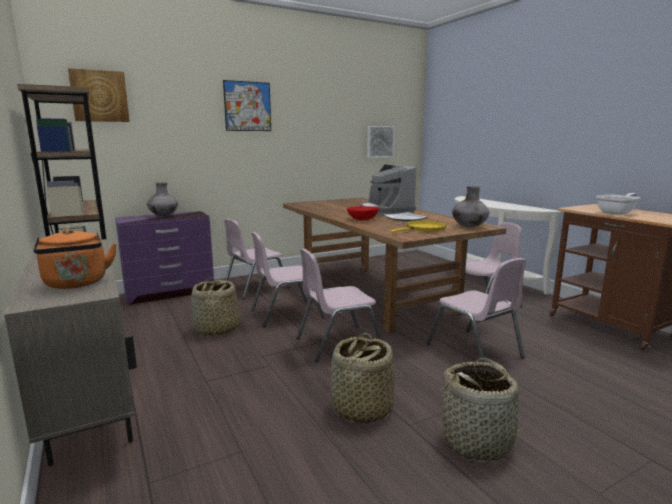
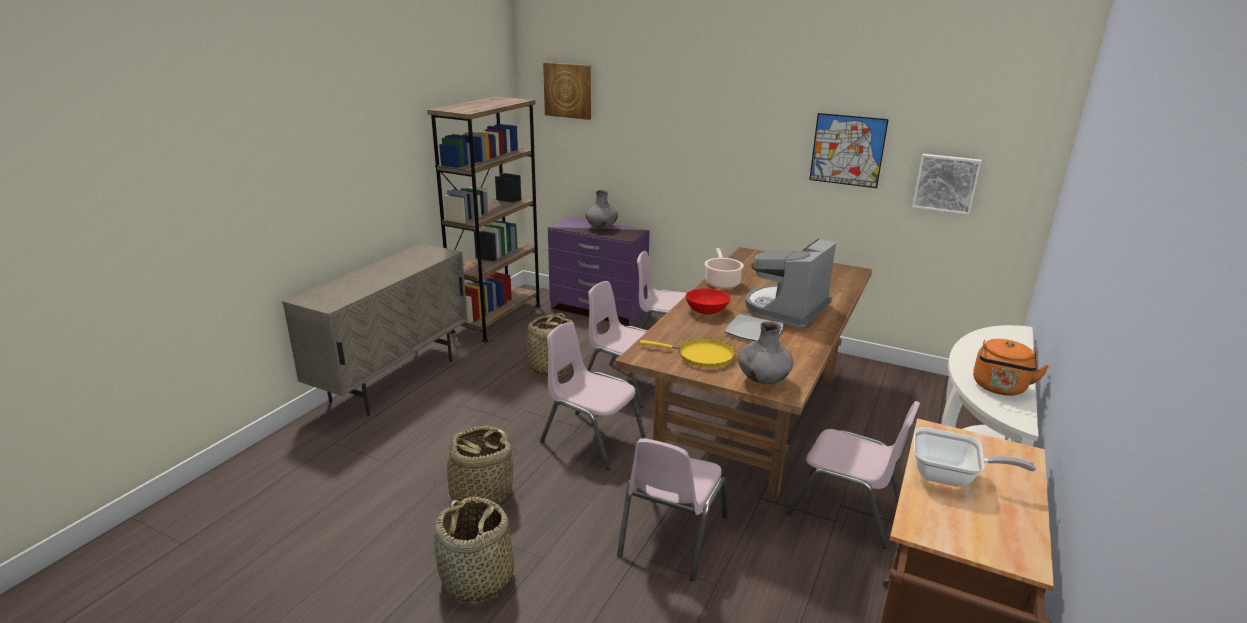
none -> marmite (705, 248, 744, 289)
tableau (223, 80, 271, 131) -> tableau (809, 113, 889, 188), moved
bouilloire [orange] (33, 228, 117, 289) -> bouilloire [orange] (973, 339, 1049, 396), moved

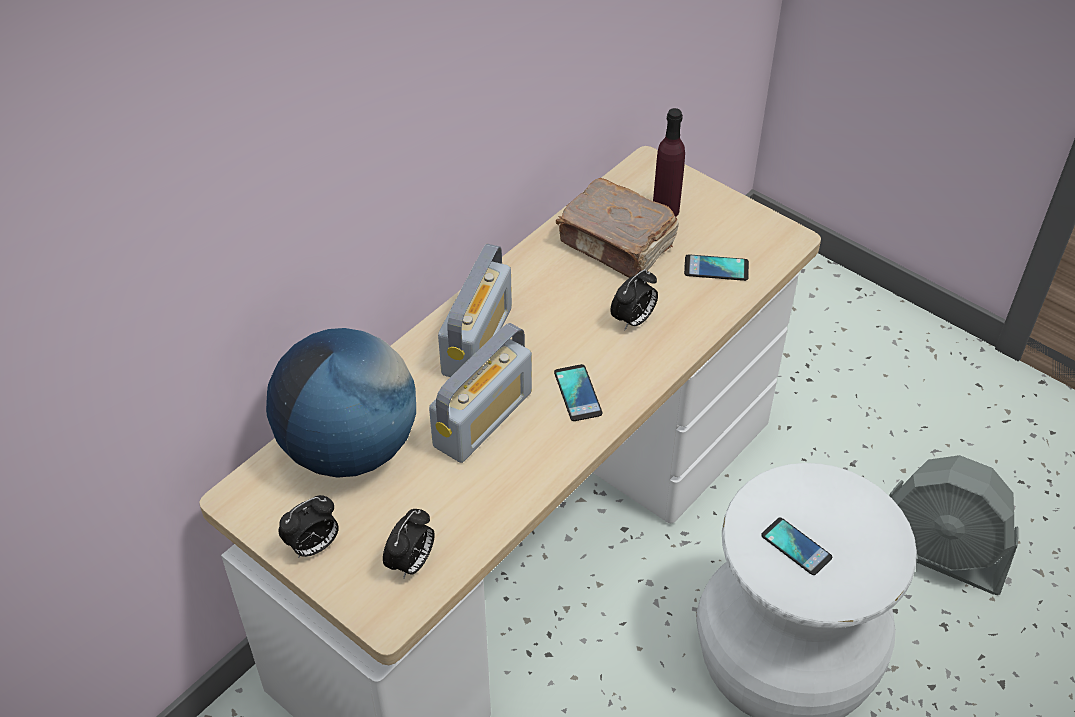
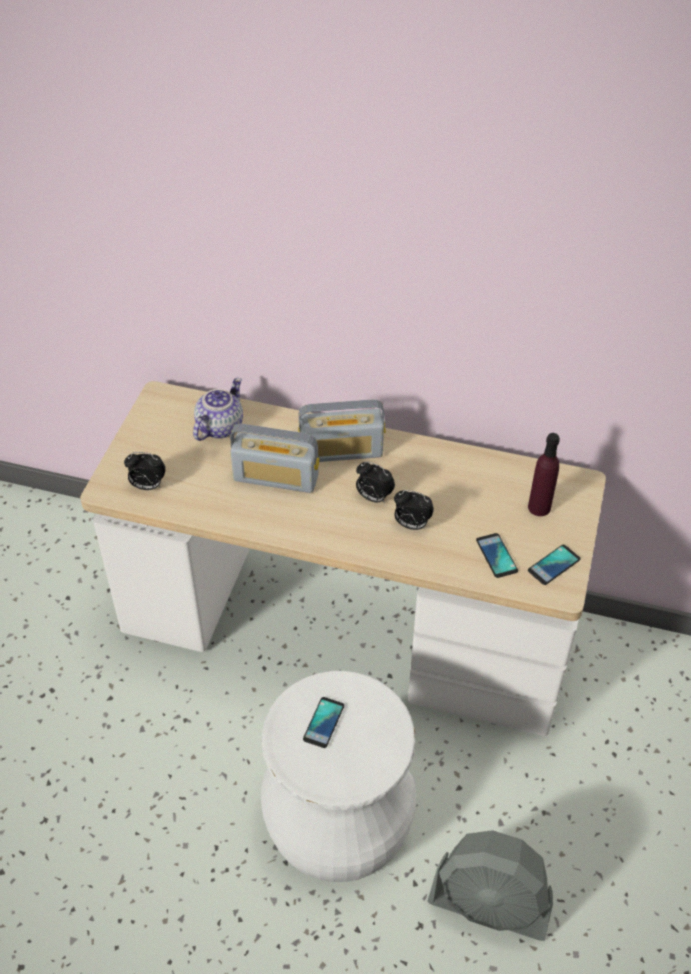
globe (266, 328, 416, 478) -> théière (193, 378, 243, 441)
réveil (279, 495, 339, 558) -> réveil (356, 461, 395, 503), moved
ventilateur [gris] (889, 455, 1019, 595) -> ventilateur [gris] (427, 830, 553, 941), 75 degrees counterclockwise
téléphone (554, 364, 603, 421) -> téléphone (528, 545, 580, 585), moved
livre [marron] (556, 178, 679, 278) -> none

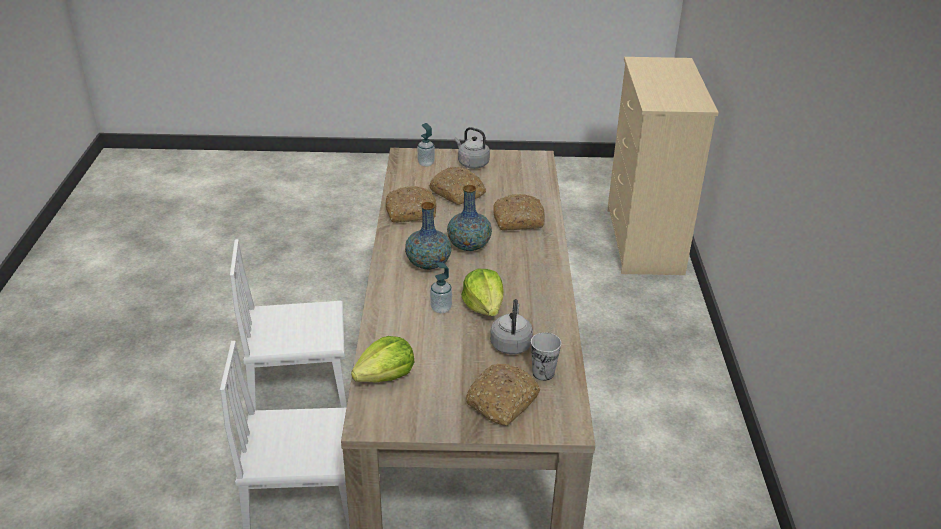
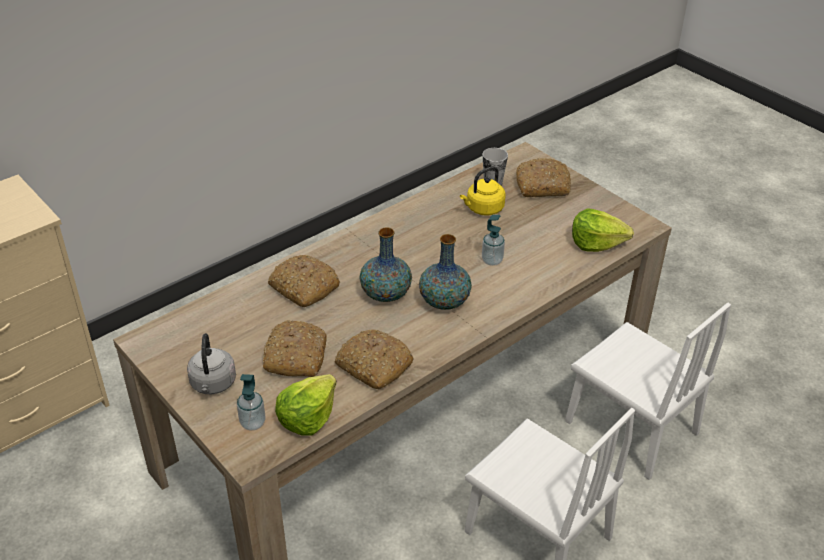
laitue (461, 269, 504, 316) -> laitue (275, 374, 337, 436), moved
bouilloire [gris] (490, 299, 533, 354) -> bouilloire [jaune] (460, 166, 506, 216)

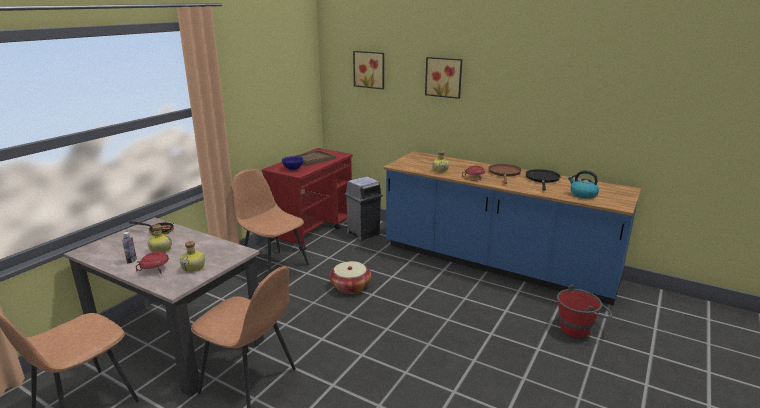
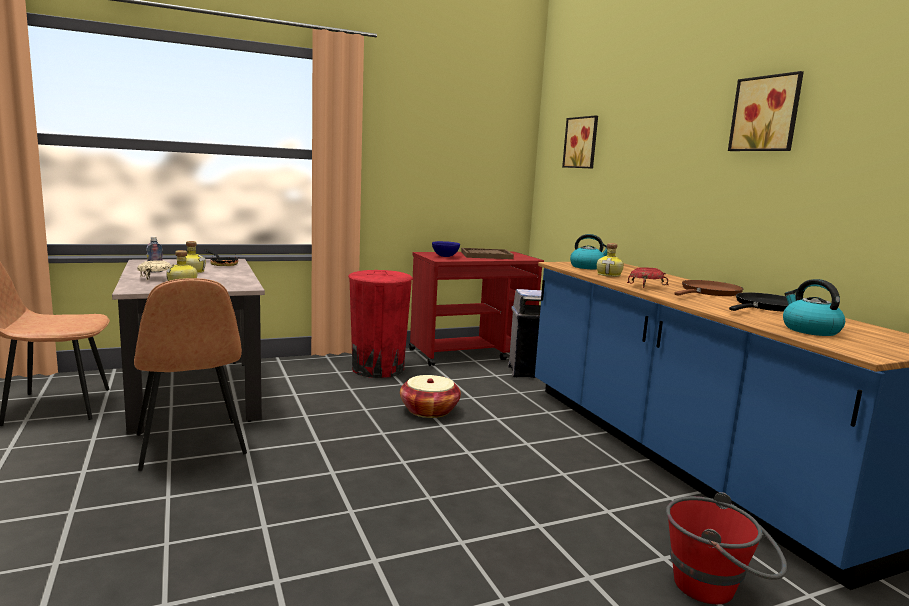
bol [rouge] (136, 252, 169, 275) -> bol [beige] (137, 260, 174, 280)
chaise [marron] (233, 168, 309, 275) -> poubelle [rouge] (348, 270, 413, 378)
none -> bouilloire (570, 234, 608, 269)
tableau (425, 57, 462, 99) -> tableau (728, 71, 804, 151), moved

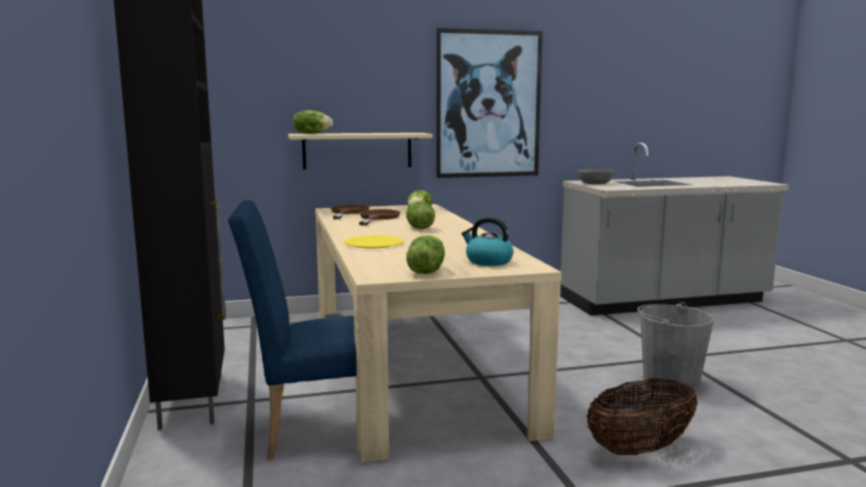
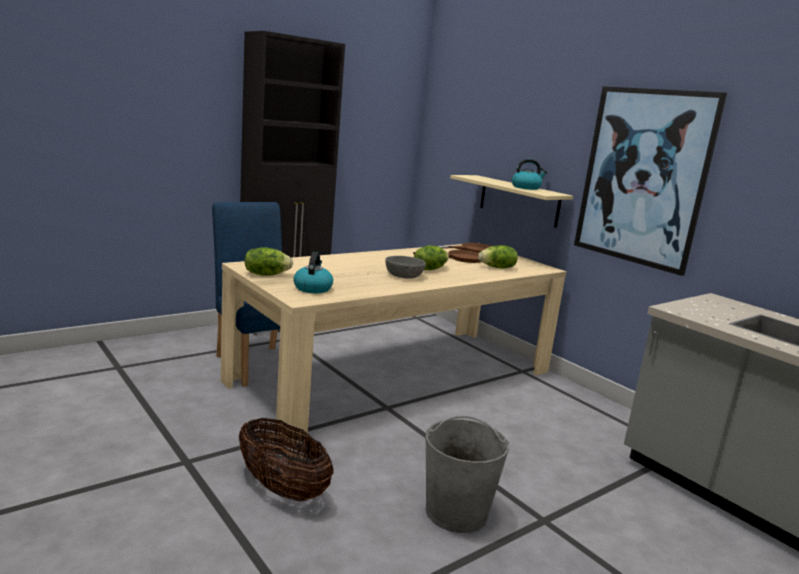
bol [gris] (579, 169, 614, 184) -> bol [gris] (385, 256, 426, 279), moved
none -> bouilloire (512, 159, 547, 190)
laitue (293, 110, 333, 134) -> none
assiette [jaune] (344, 235, 404, 249) -> none

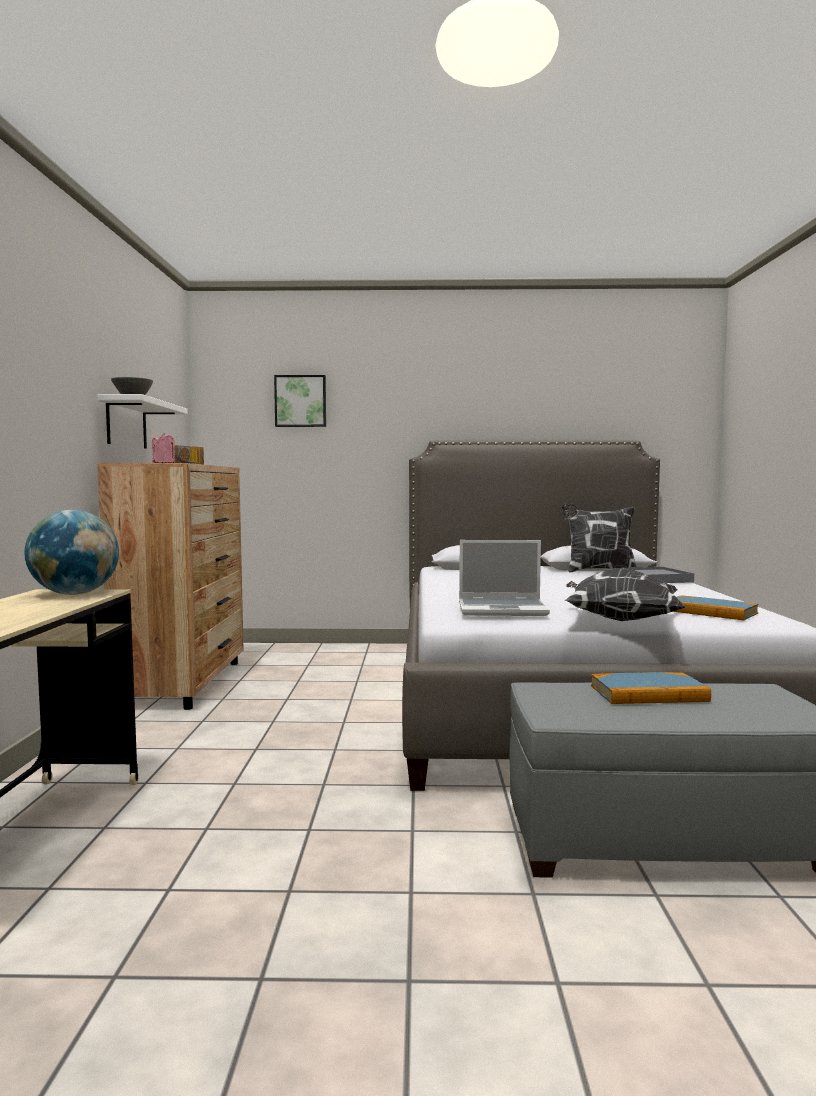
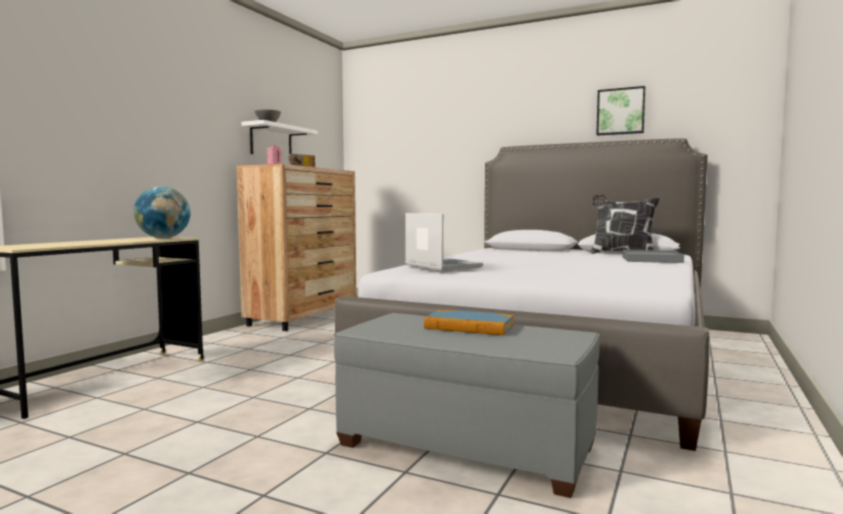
ordinateur portable (459, 540, 550, 616) -> ordinateur portable (405, 213, 483, 271), 150 degrees counterclockwise
tableau (274, 375, 326, 427) -> tableau (596, 86, 646, 136), moved
coussin (565, 568, 687, 621) -> none
livre (673, 595, 759, 621) -> none

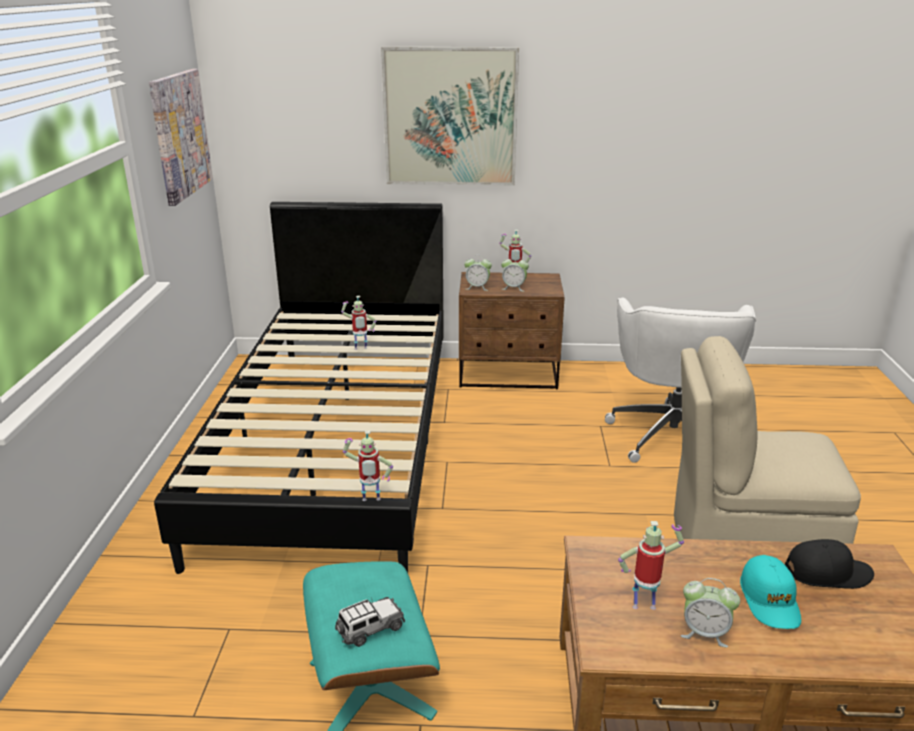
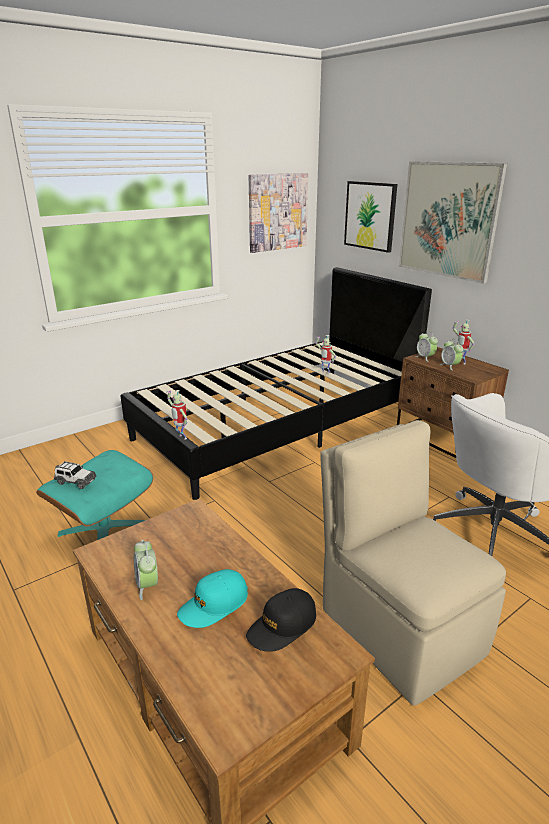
casquette [noir] (785, 539, 874, 589) -> casquette [noir] (246, 588, 316, 652), 90 degrees clockwise
none -> tableau (344, 181, 397, 253)
robot jouet (618, 521, 684, 610) -> none

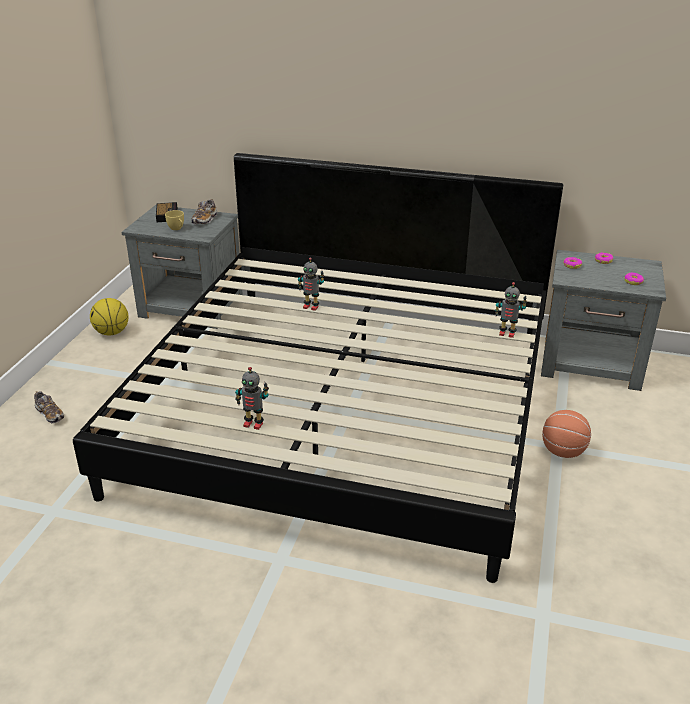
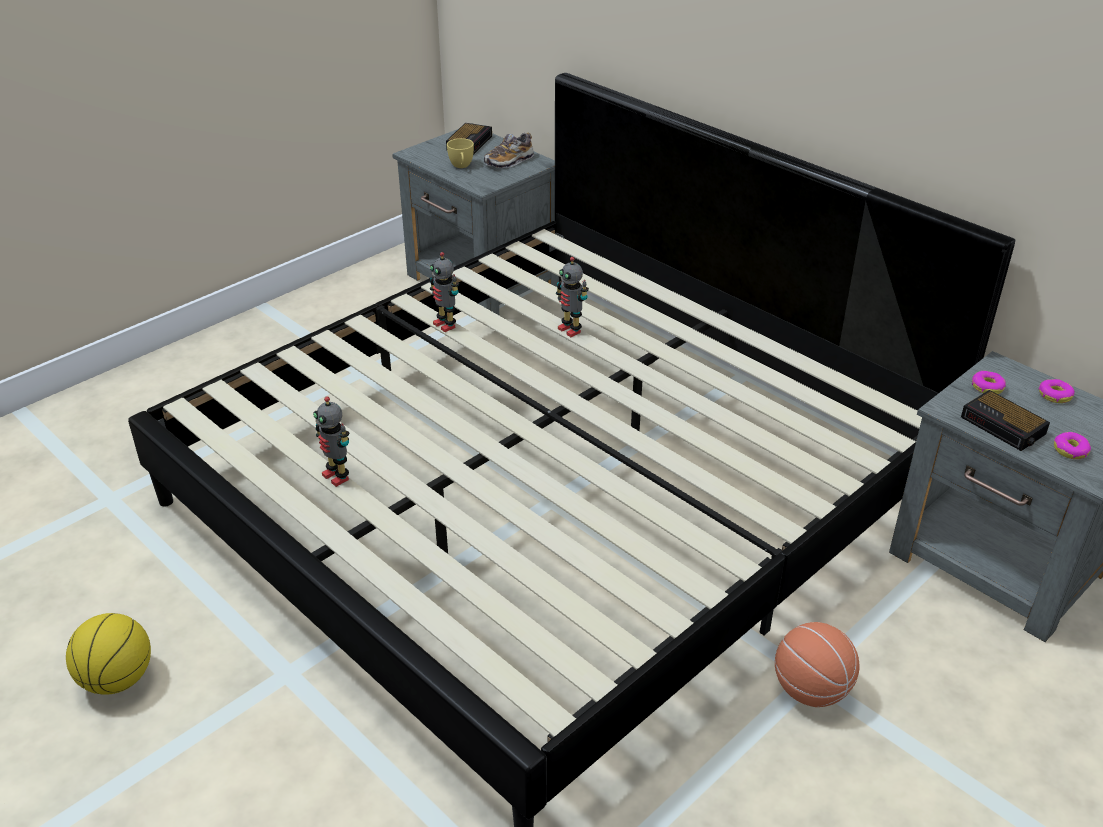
ballon de basket (90, 298, 129, 335) -> ballon de basket (66, 613, 151, 695), moved
robot jouet (495, 282, 527, 338) -> robot jouet (430, 252, 459, 332), moved
none -> réveil (961, 390, 1050, 451)
chaussure (34, 391, 64, 424) -> none

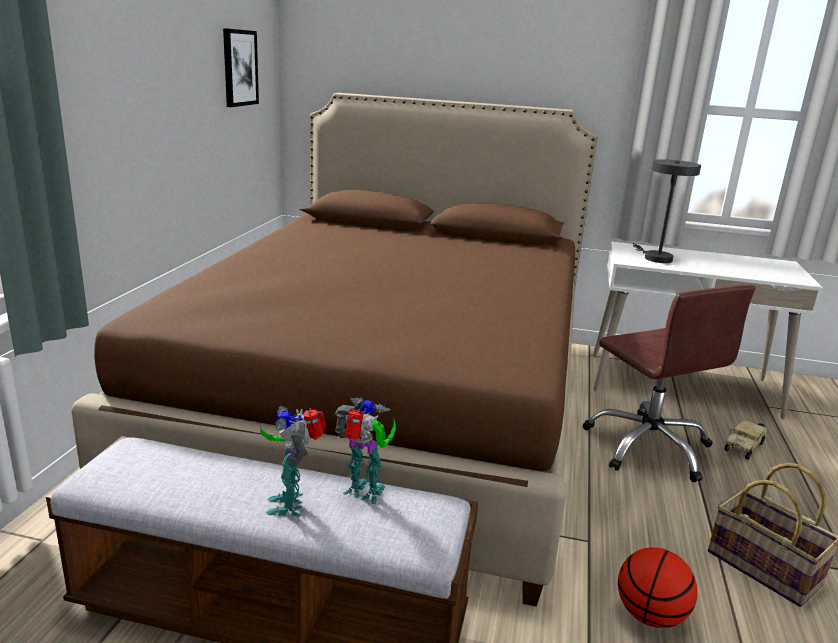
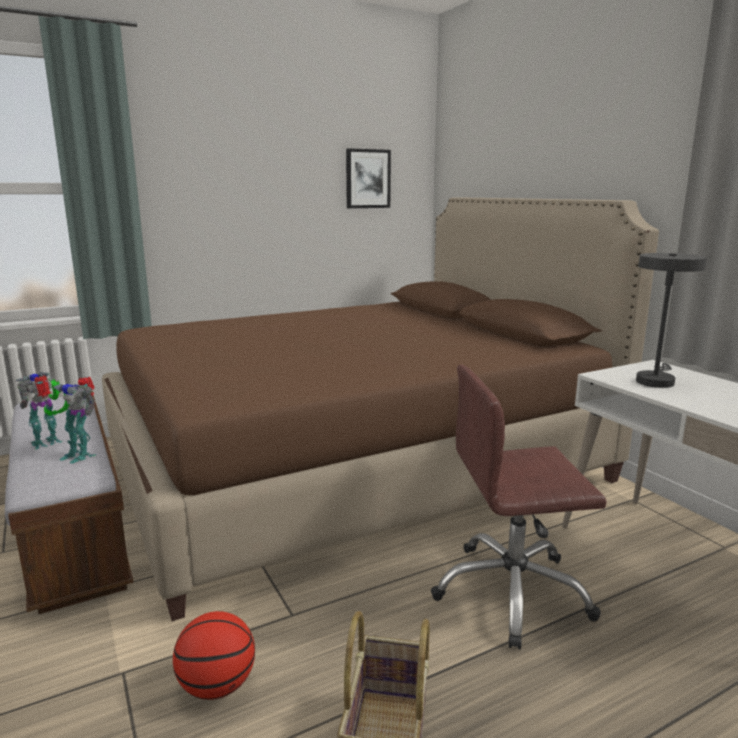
robot jouet (335, 397, 396, 504) -> robot jouet (44, 377, 96, 464), 135 degrees clockwise
chaise de bureau [marron] (583, 285, 756, 482) -> chaise de bureau [marron] (431, 365, 607, 649), 60 degrees clockwise
camion jouet (724, 420, 768, 460) -> none

